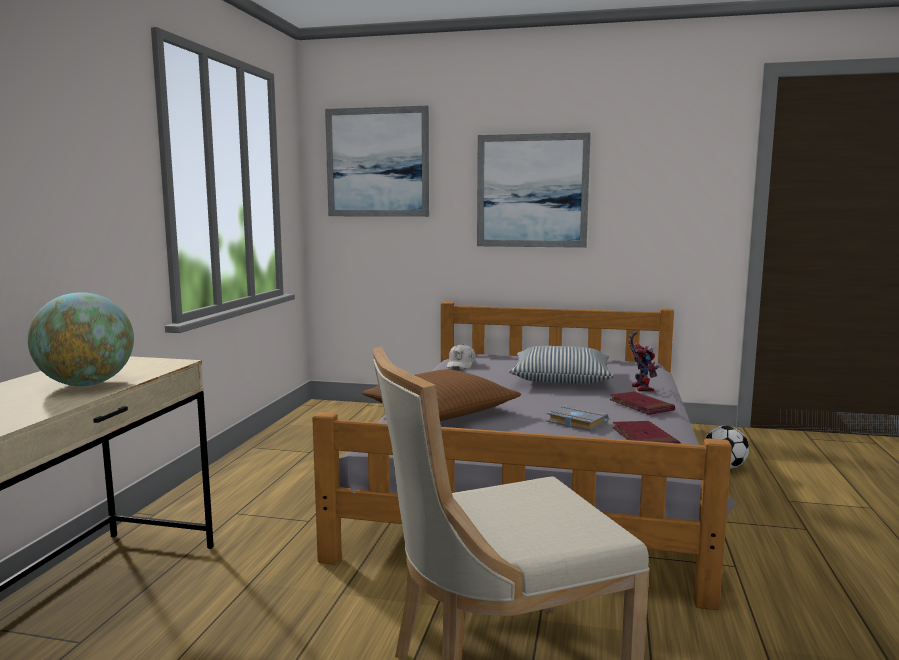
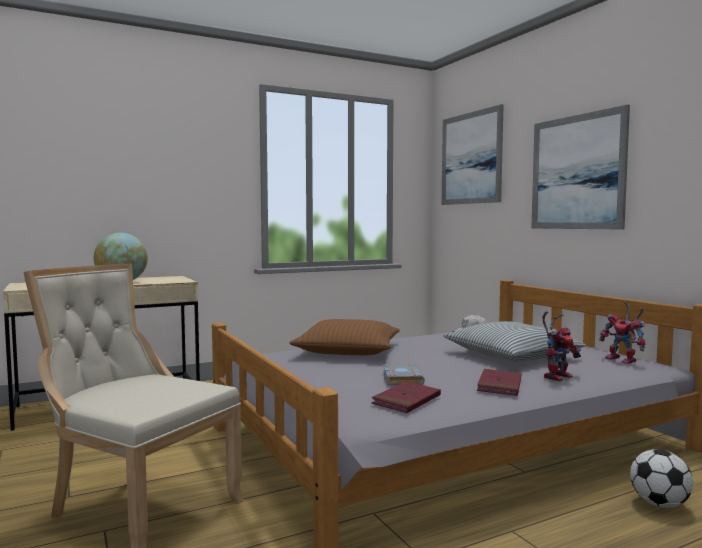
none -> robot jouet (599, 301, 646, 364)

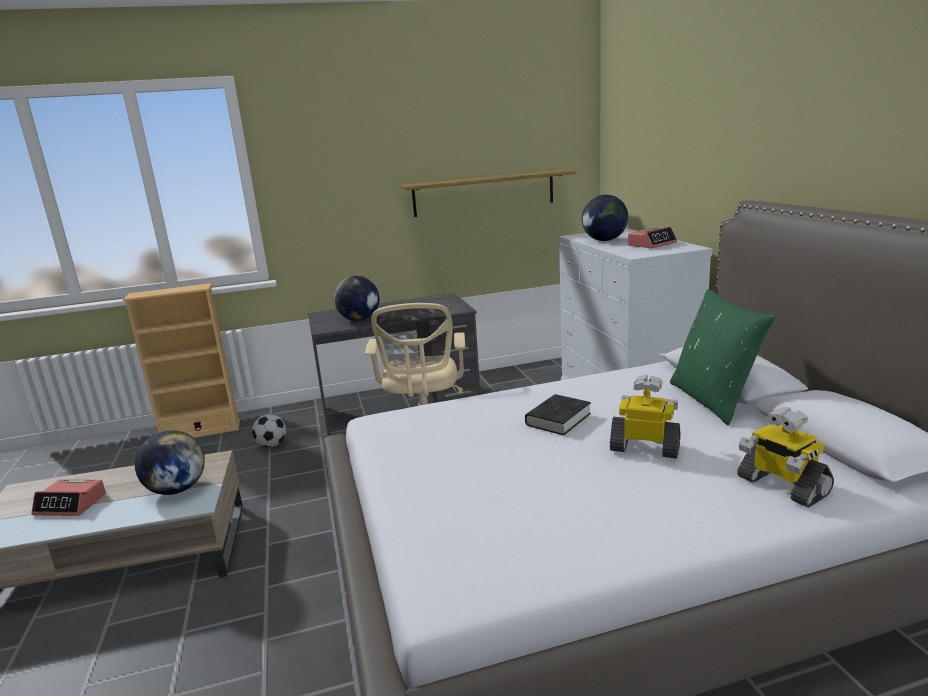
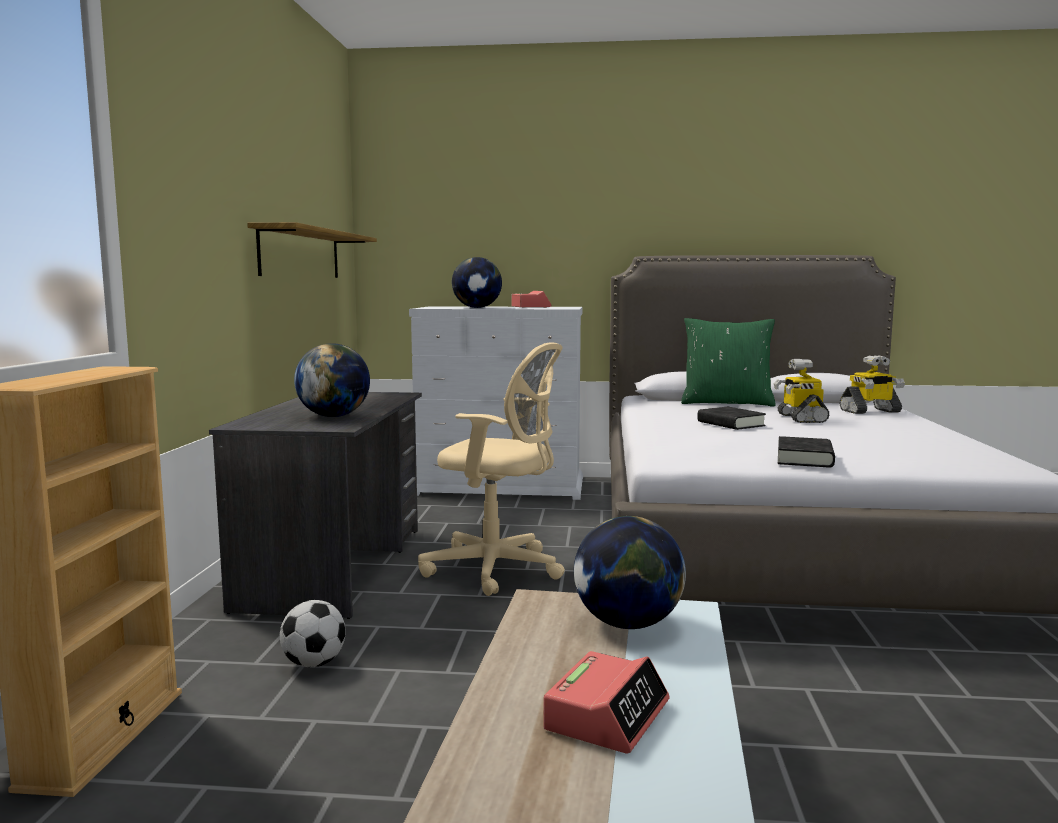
robot jouet (610, 375, 681, 459) -> robot jouet (774, 359, 830, 423), 45 degrees counterclockwise
none -> livre [noir] (778, 436, 835, 467)

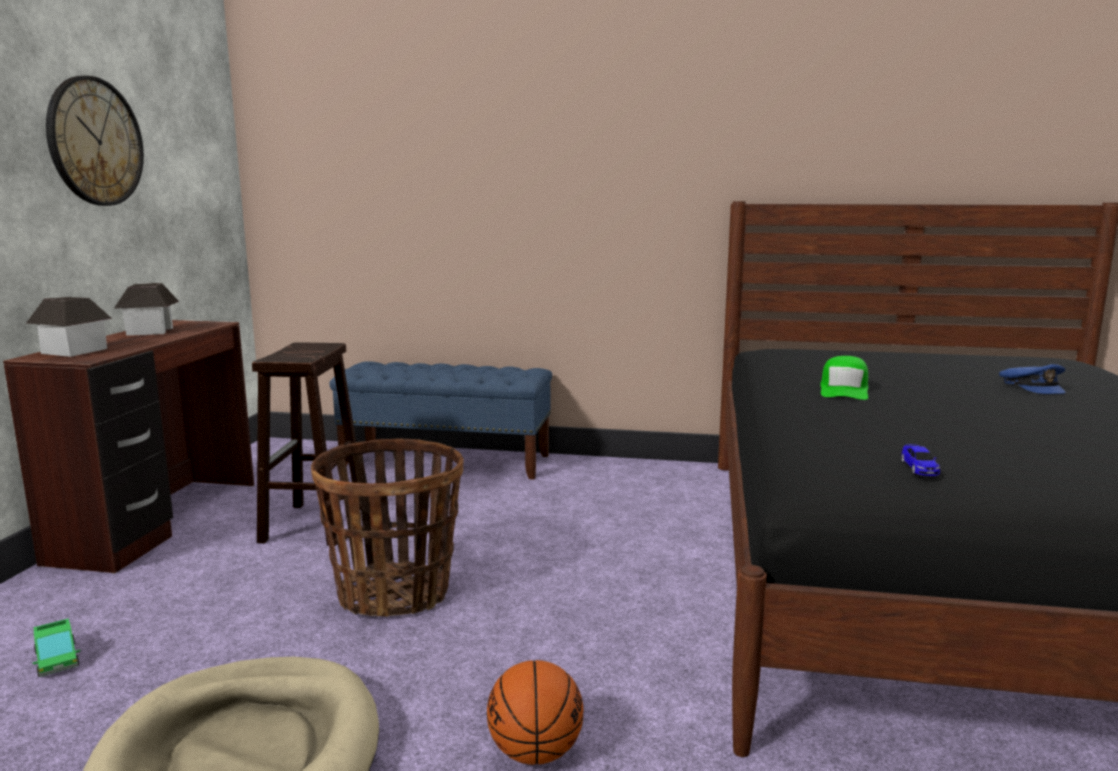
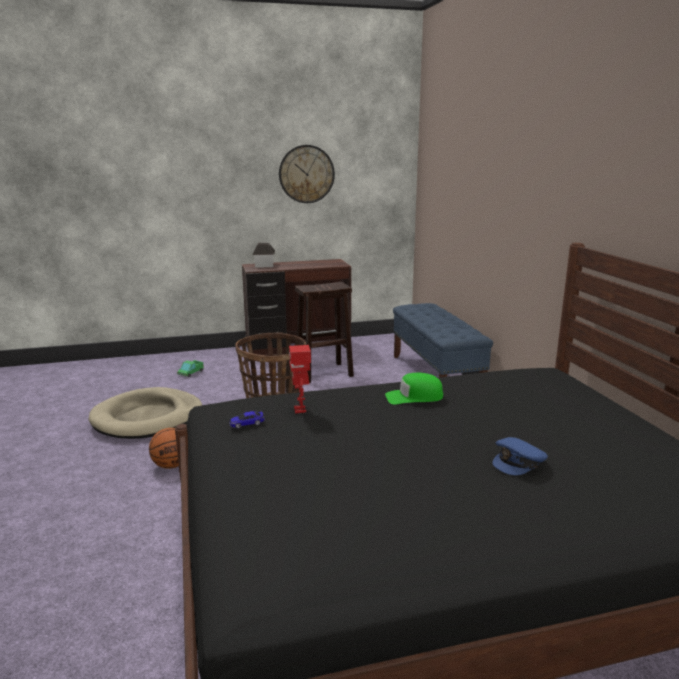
none -> robot jouet (289, 345, 311, 414)
maison miniature (114, 283, 179, 336) -> none

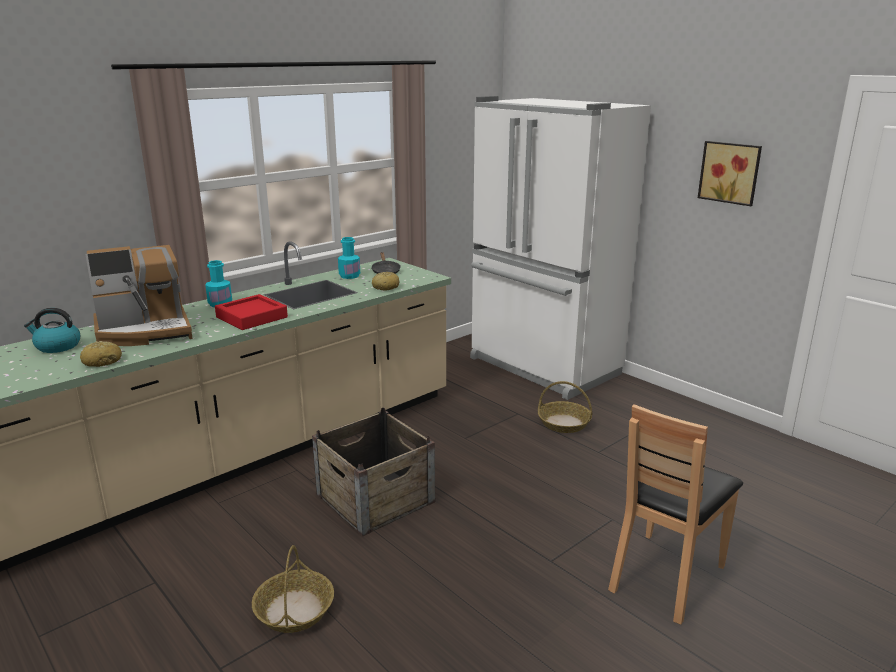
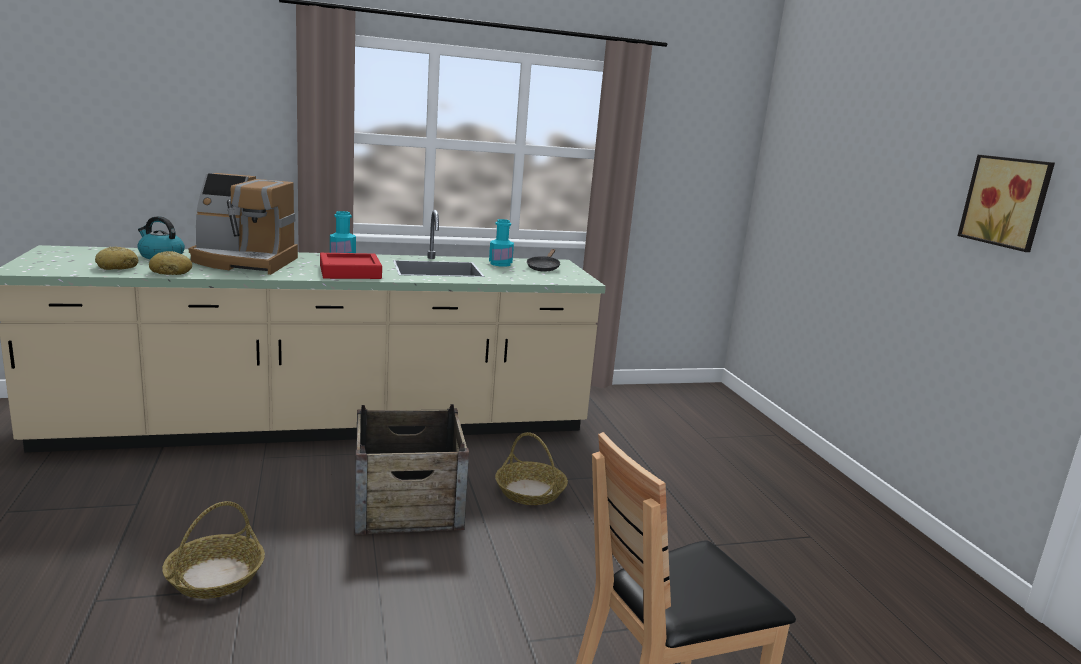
pain (372, 272, 400, 291) -> pain (95, 246, 138, 270), moved
panier (538, 381, 592, 433) -> panier (495, 432, 568, 505), moved
réfrigérateur [blanc] (470, 96, 651, 400) -> none

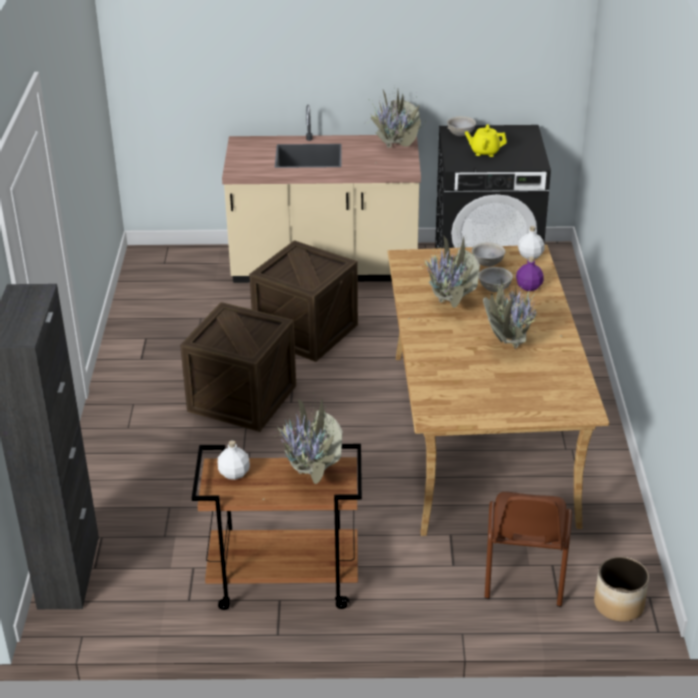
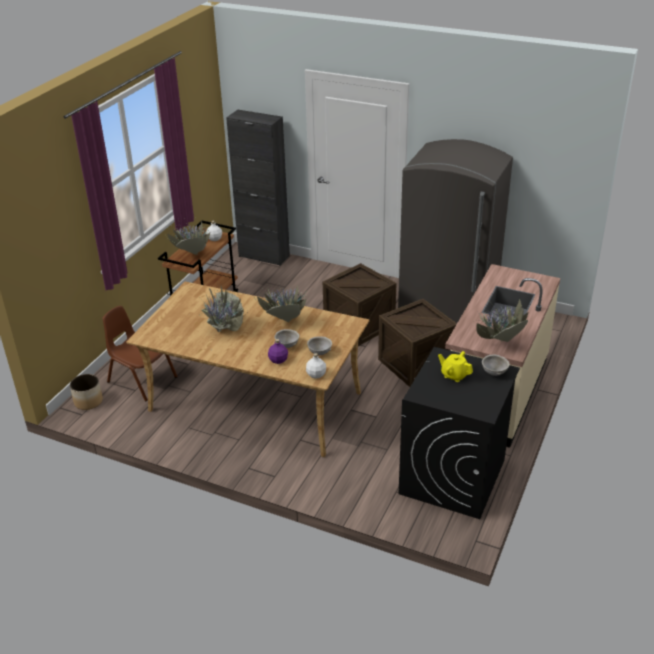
none -> réfrigérateur [gris] (398, 139, 513, 323)
théière [jaune] (465, 125, 507, 157) -> théière [jaune] (438, 351, 473, 382), 90 degrees counterclockwise

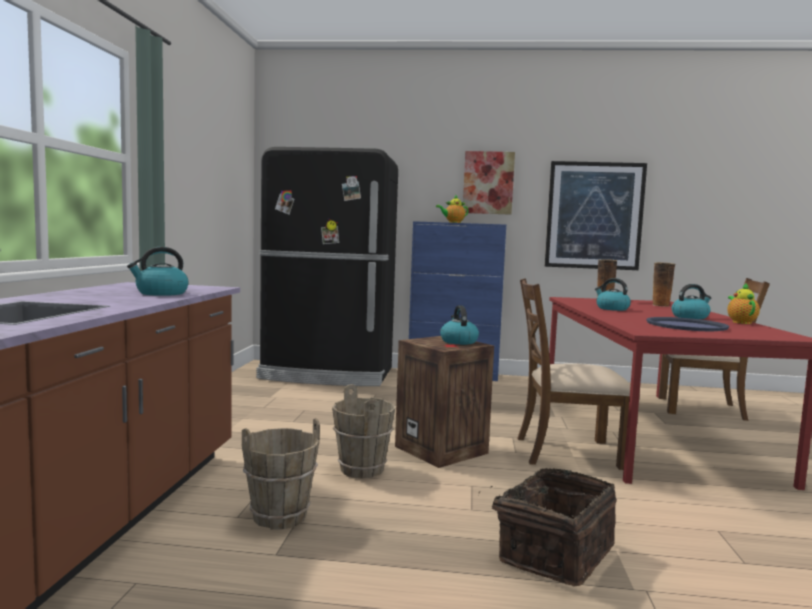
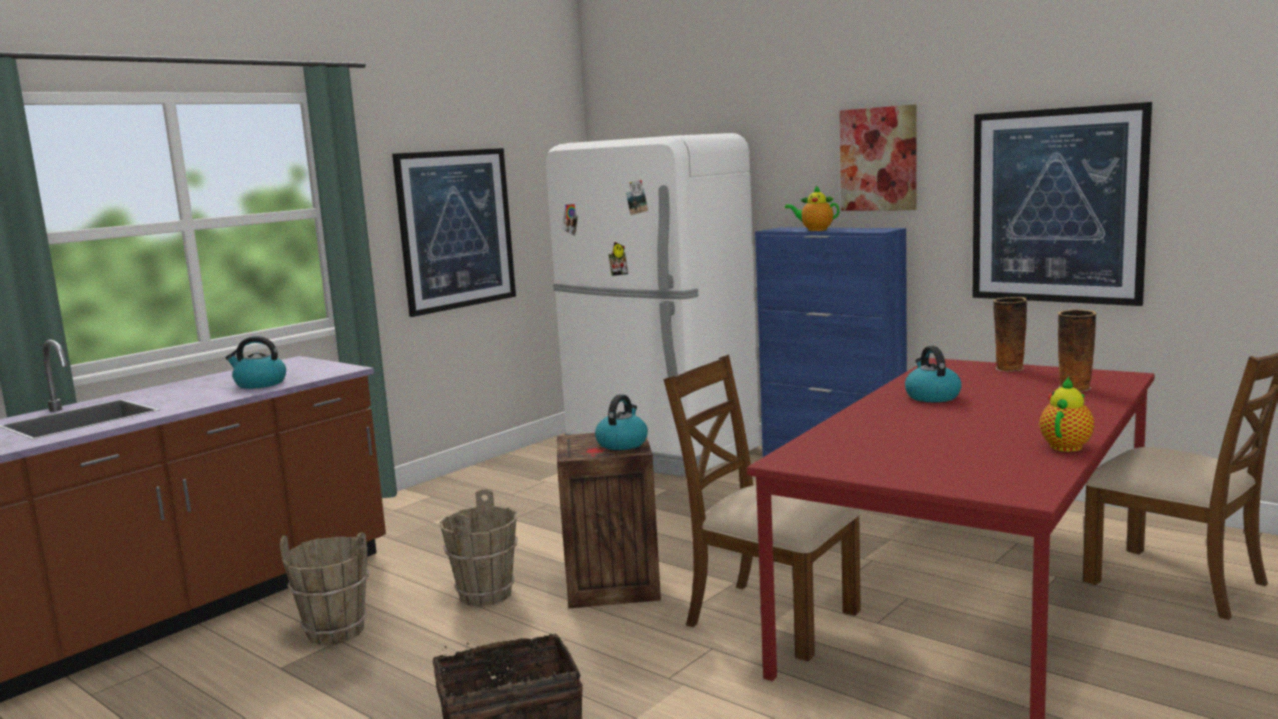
none -> tableau (392, 148, 516, 317)
réfrigérateur [noir] (256, 147, 398, 386) -> réfrigérateur [blanc] (546, 133, 760, 476)
plateau [bleu] (646, 317, 729, 331) -> none
bouilloire (672, 284, 711, 319) -> none

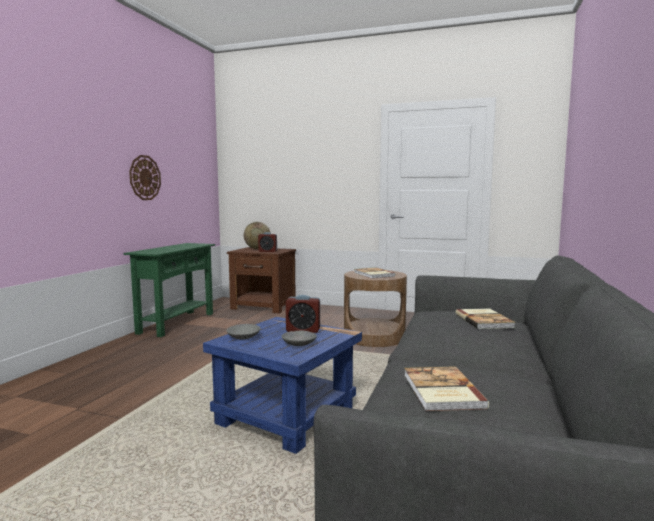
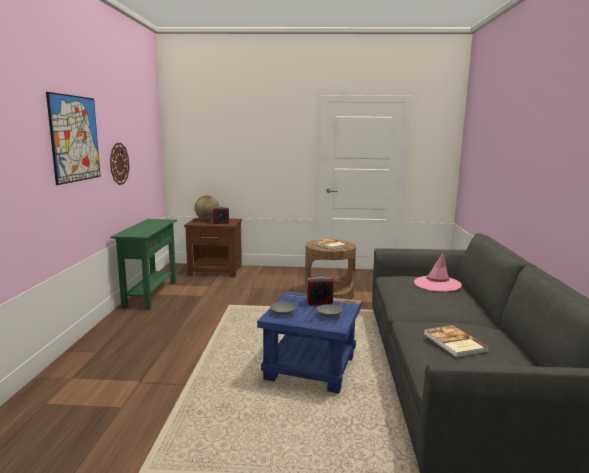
none -> tableau (46, 92, 101, 185)
livre (455, 308, 515, 329) -> chapeau [rose] (414, 254, 462, 292)

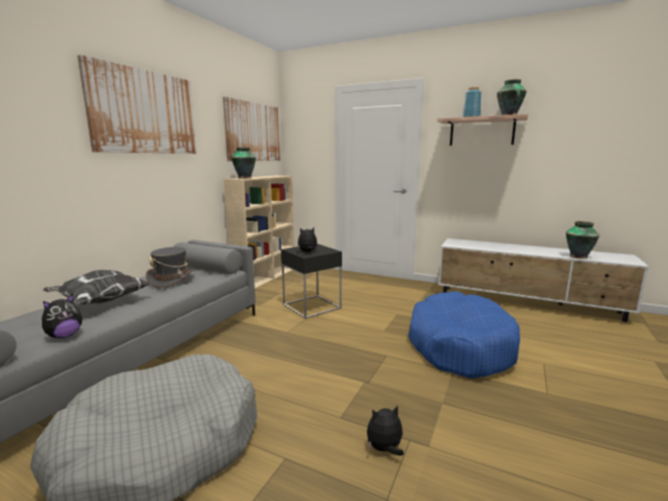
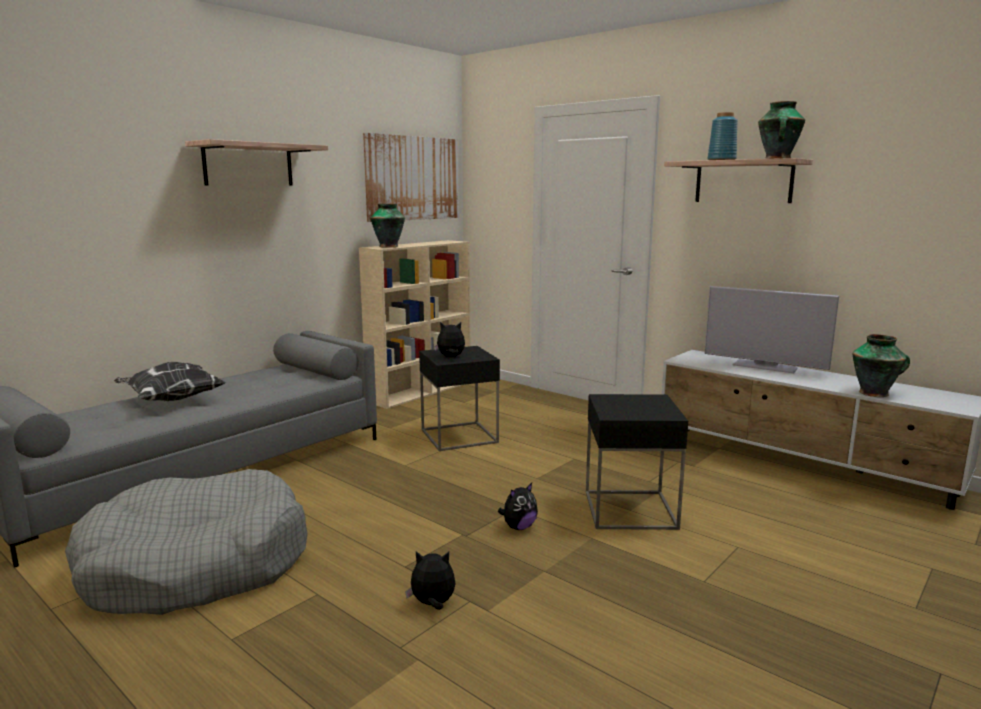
tableau (78, 55, 197, 154) -> étagère (185, 139, 328, 186)
peluche (42, 294, 82, 338) -> peluche (498, 483, 538, 530), moved
panier pour chien [bleu] (408, 291, 520, 378) -> table d'appoint [noir] (586, 394, 688, 530)
none -> téléviseur (705, 286, 839, 373)
chapeau [gris] (146, 247, 194, 288) -> none

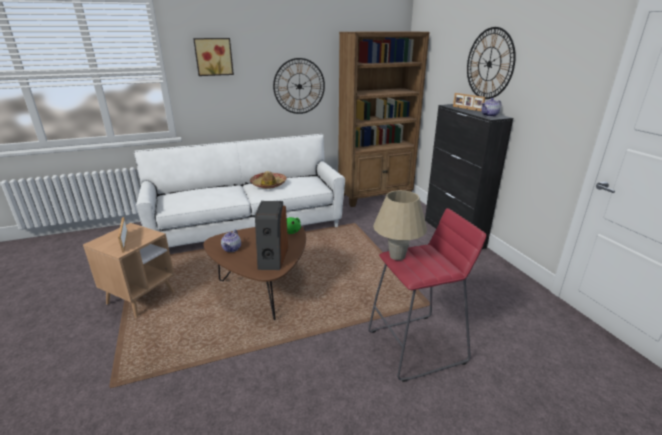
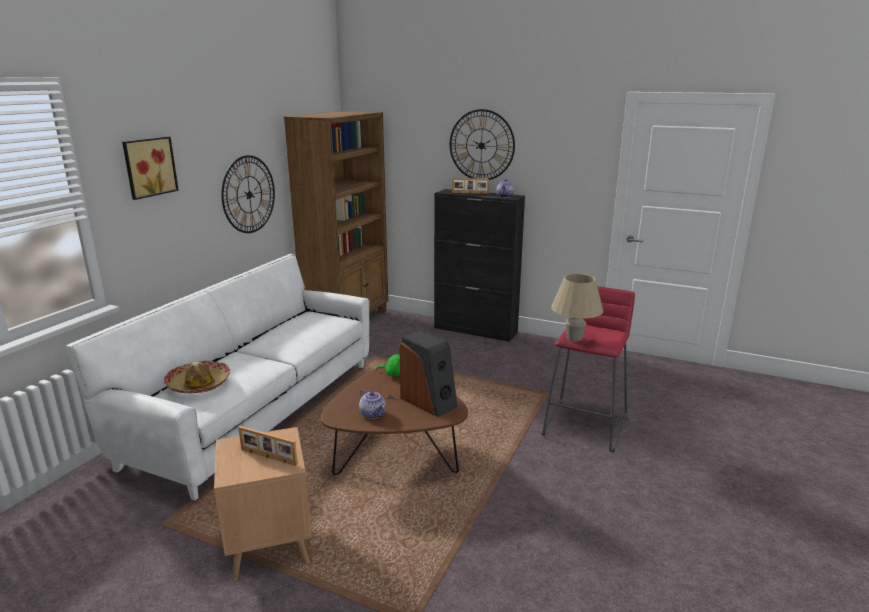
chapeau (250, 171, 287, 189) -> chapeau (164, 361, 230, 393), moved

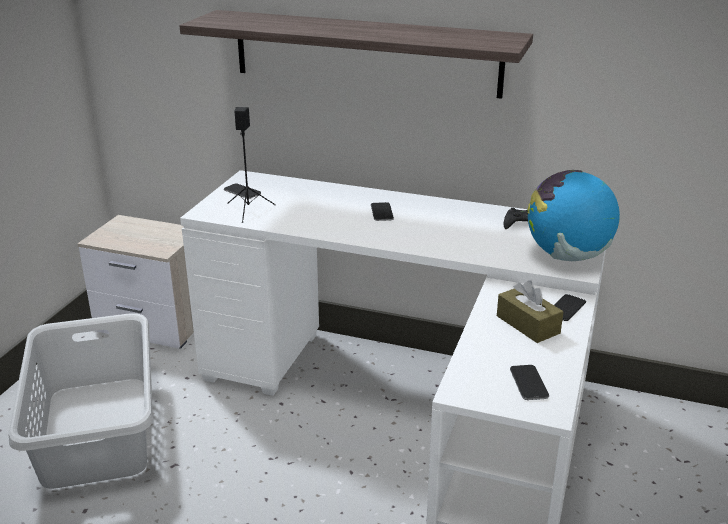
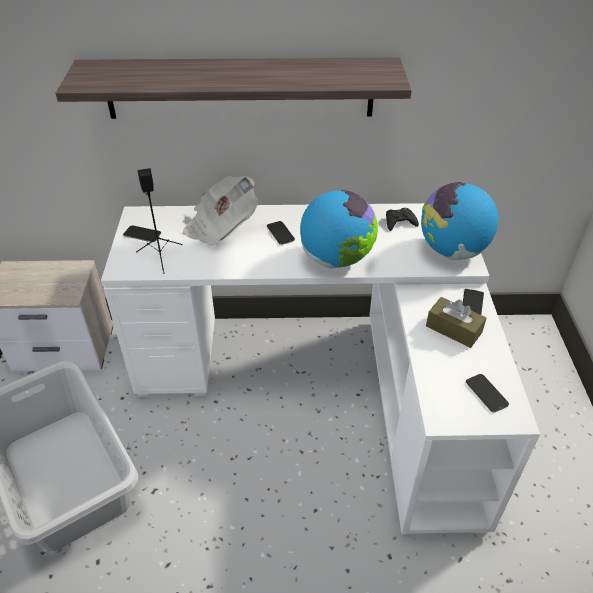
none -> journal (183, 176, 258, 246)
none -> globe (300, 190, 378, 269)

